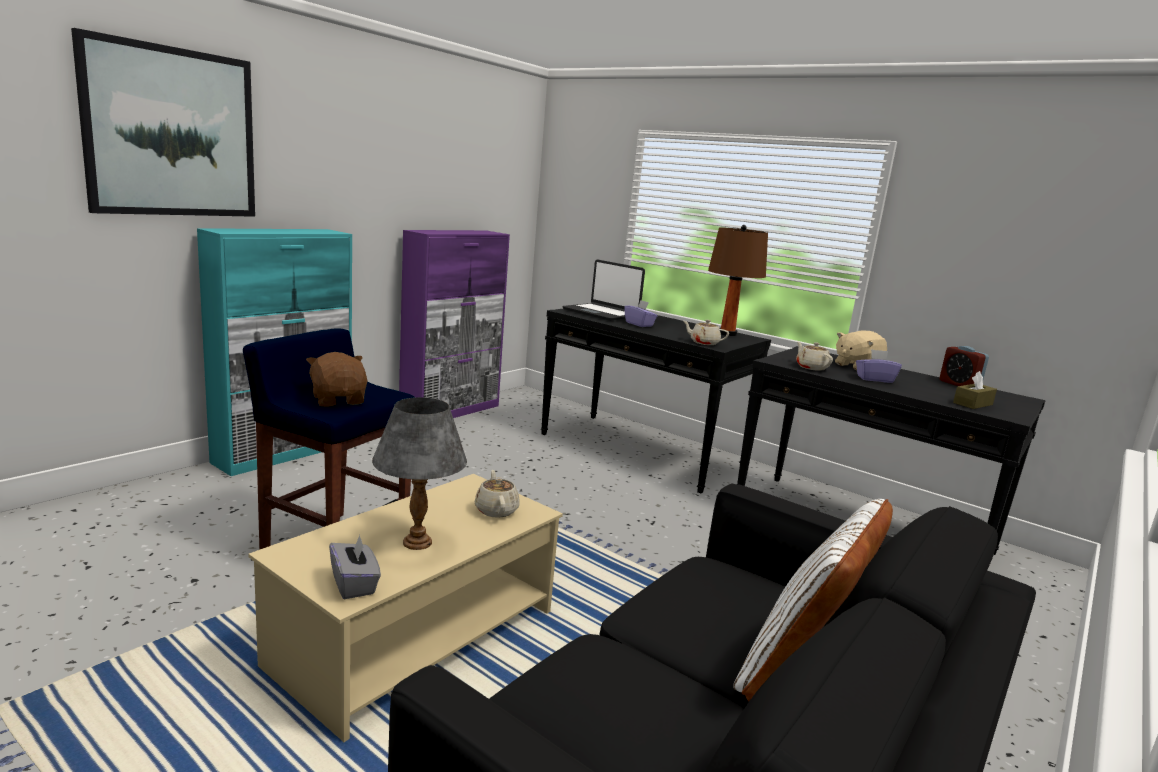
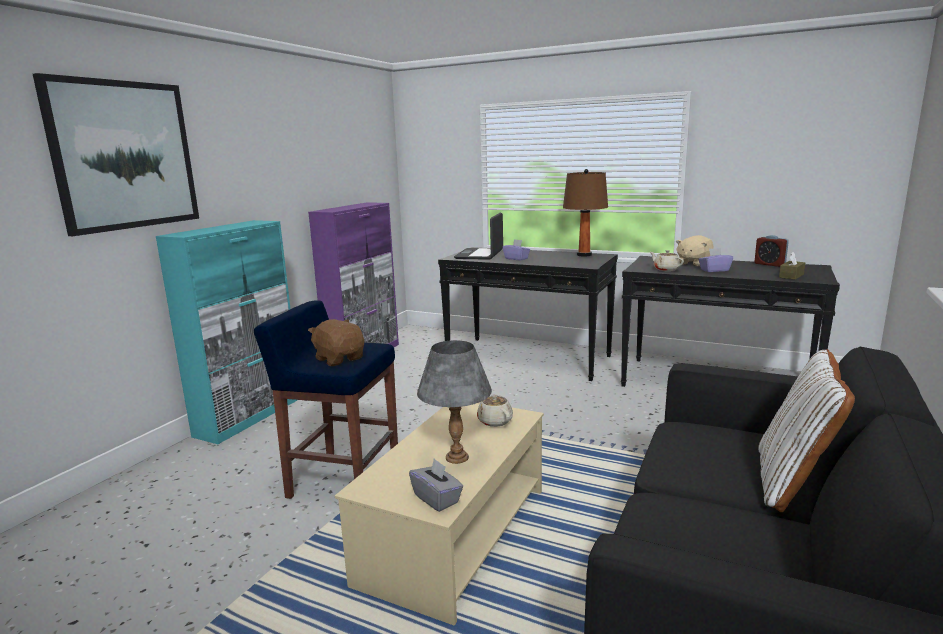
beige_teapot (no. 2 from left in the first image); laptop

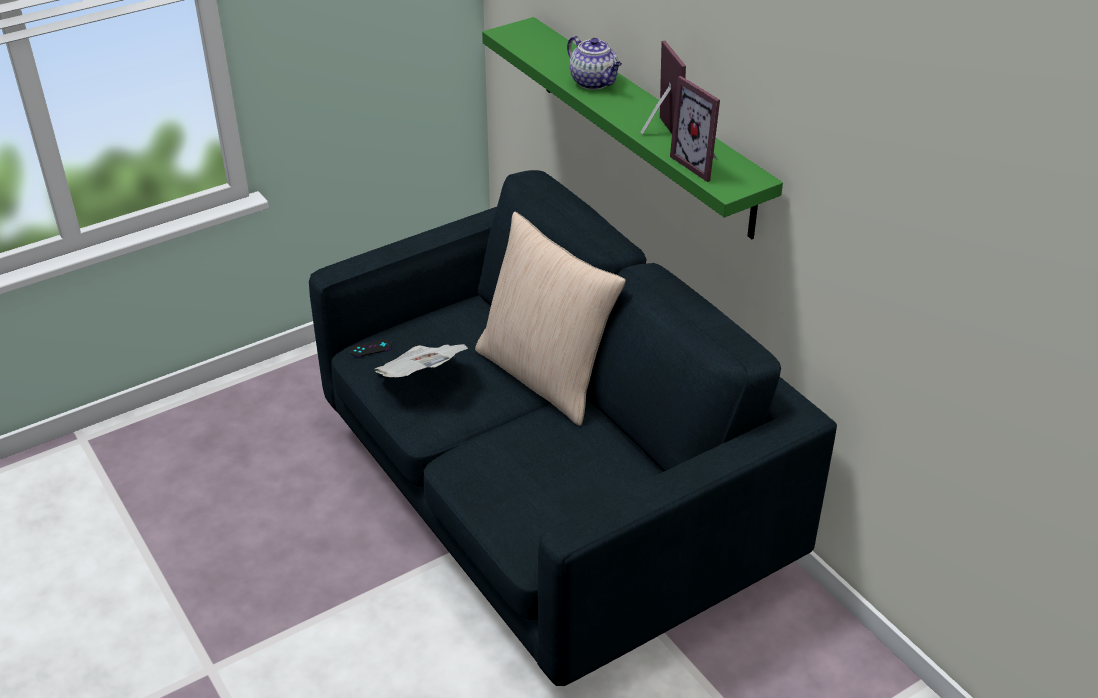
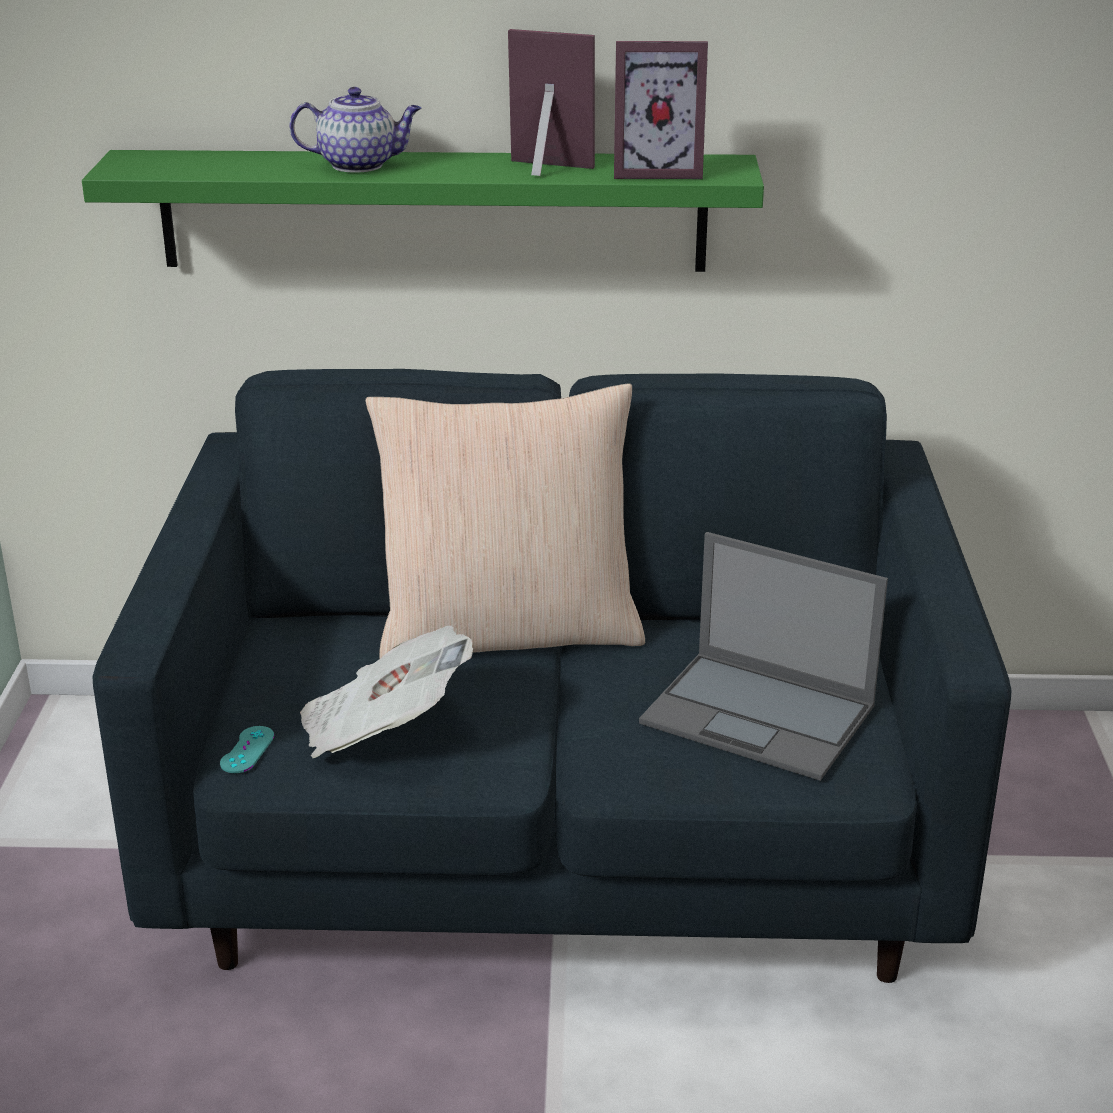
laptop; turquoise_game_controller

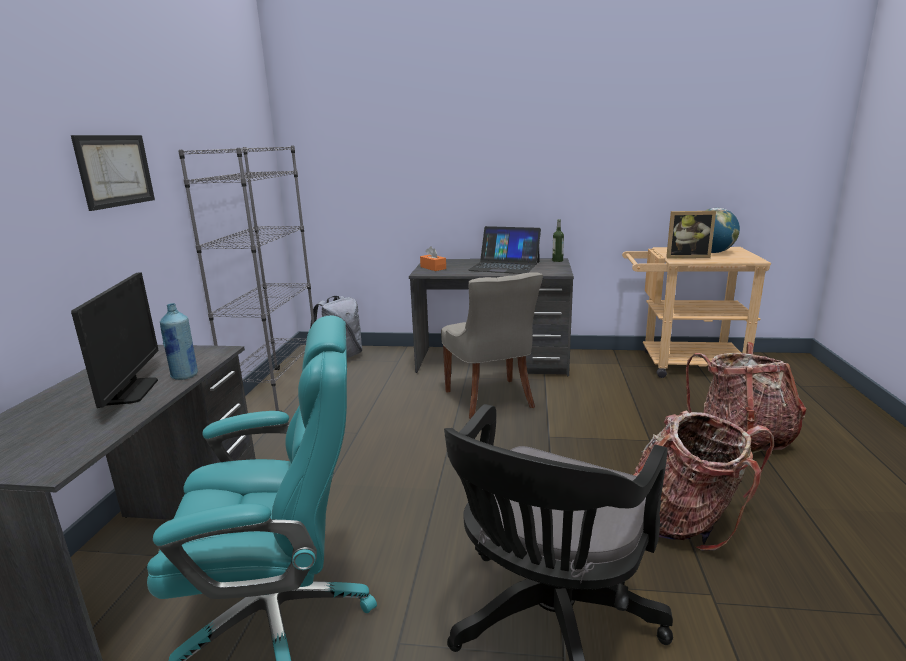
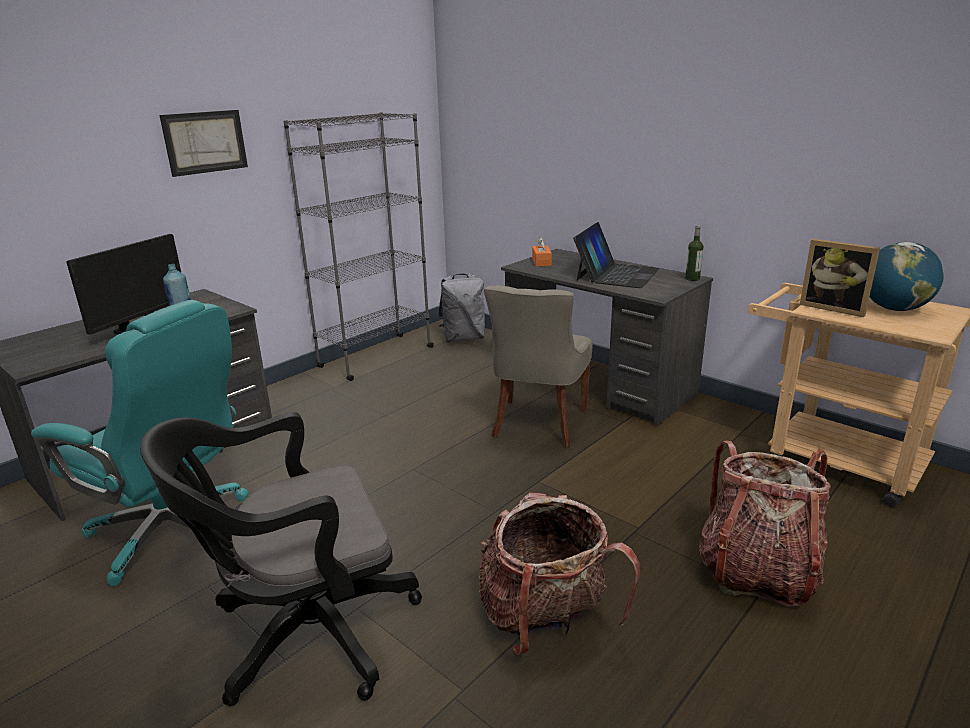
laptop

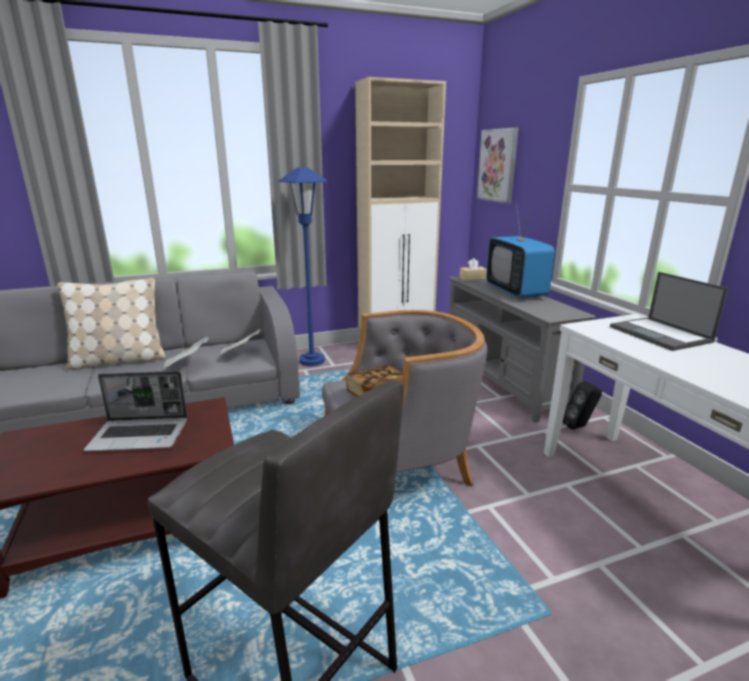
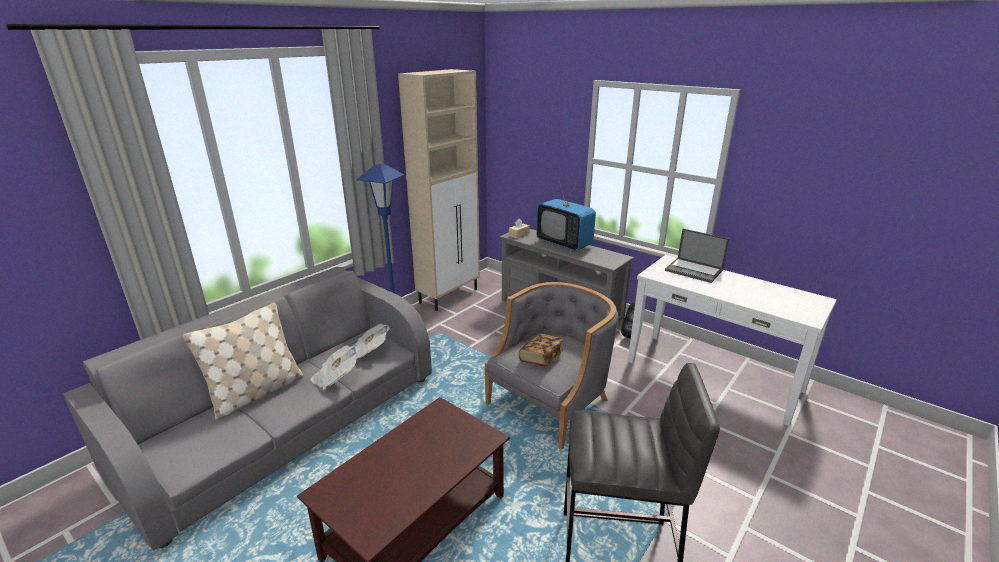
laptop (no. 1 from left in the first image); picture

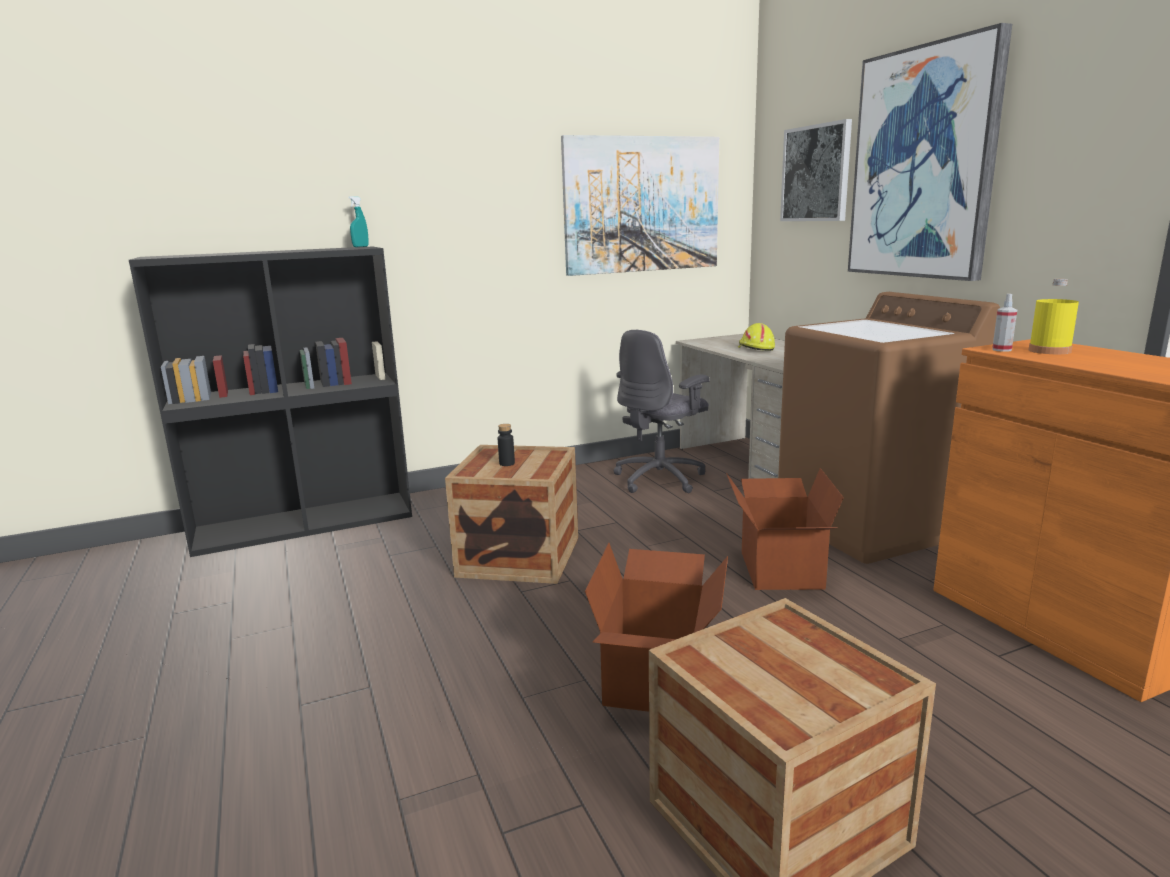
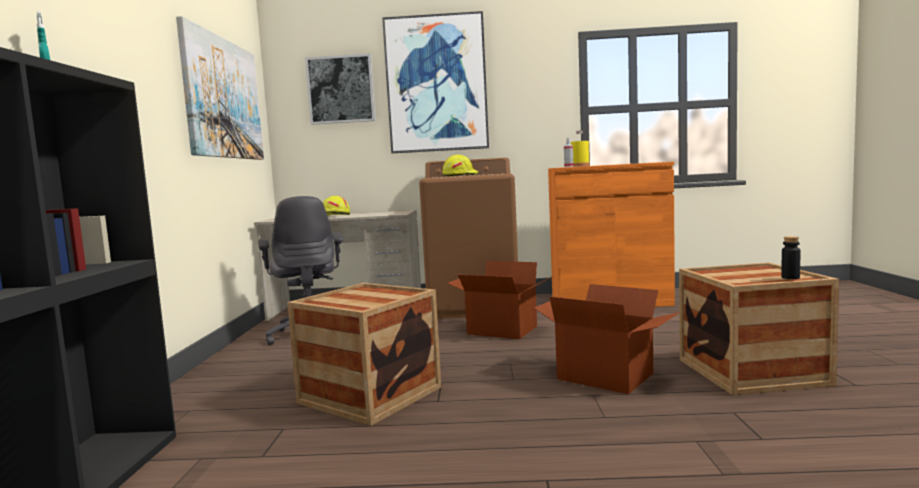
yellow_hard_hat (no. 2 from left); black_bottle

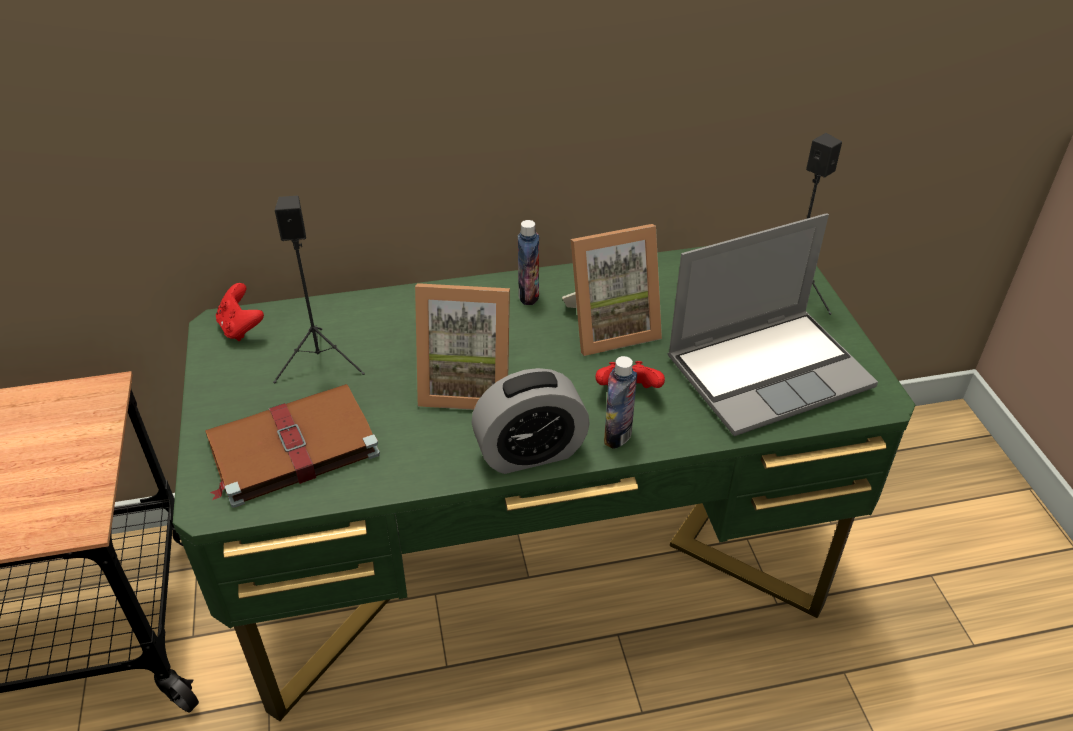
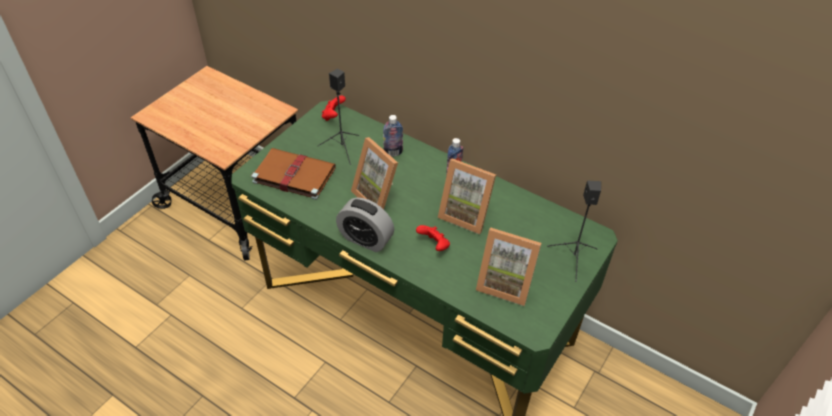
bottle (no. 1 from left); picture_frame (no. 3 from left)

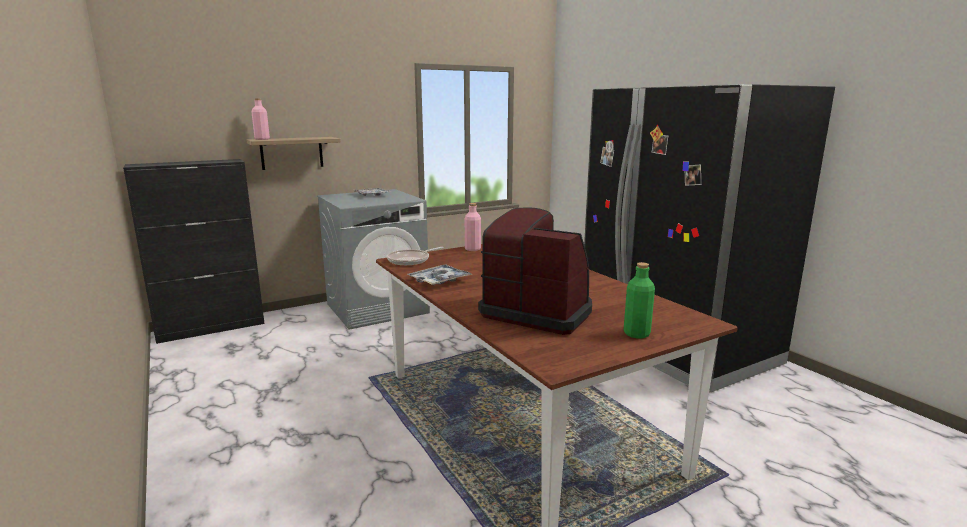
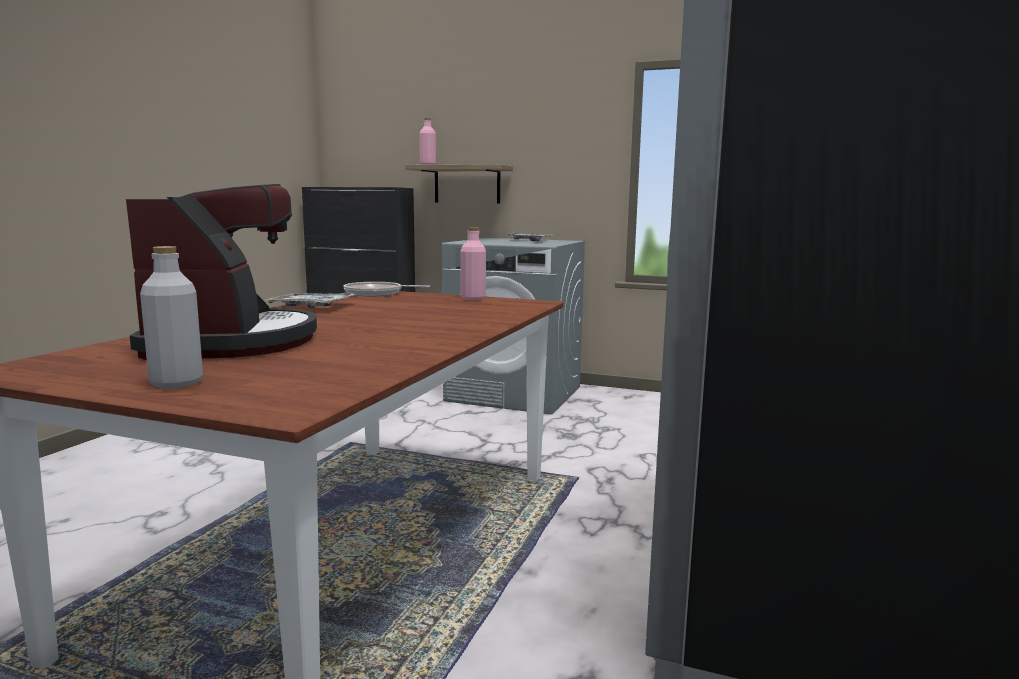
grey_bottle

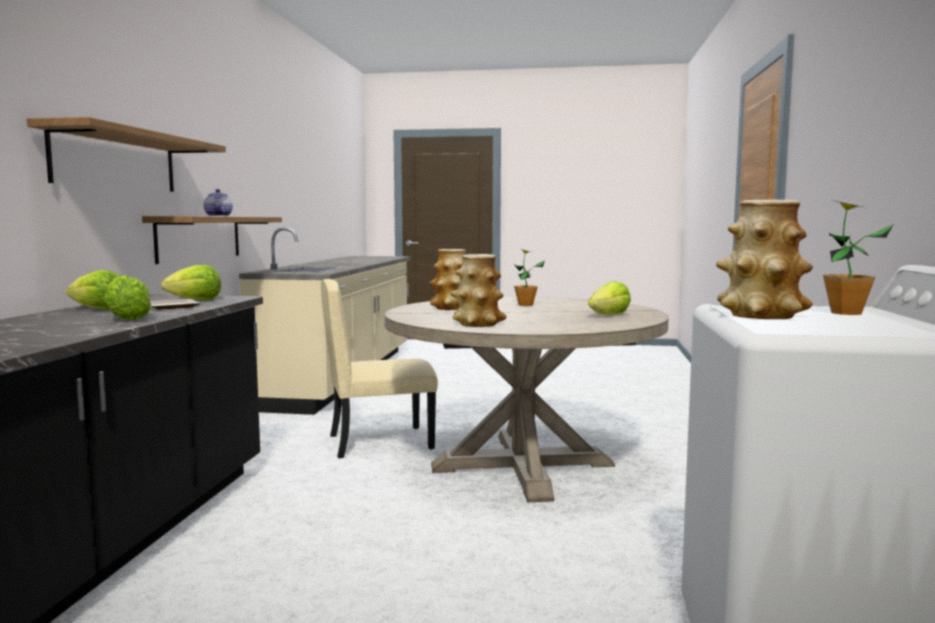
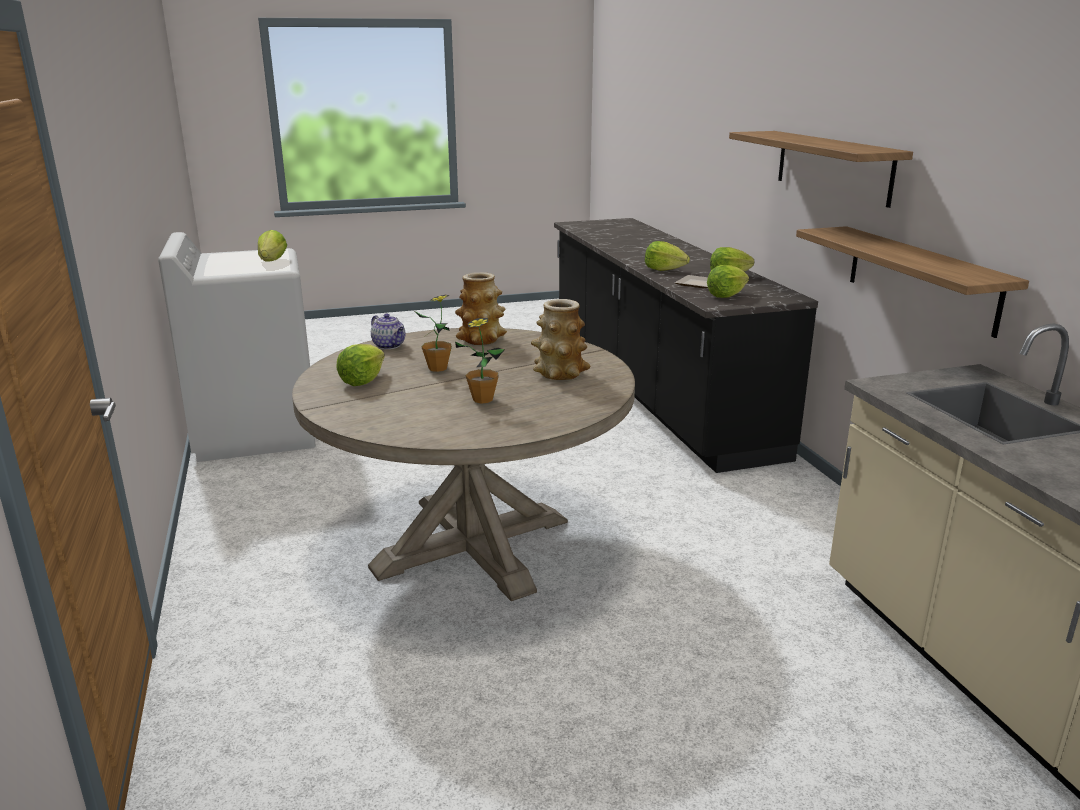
beige_chair; teapot; potted_plant (no. 1 from left); lettuce (no. 1 from left)

